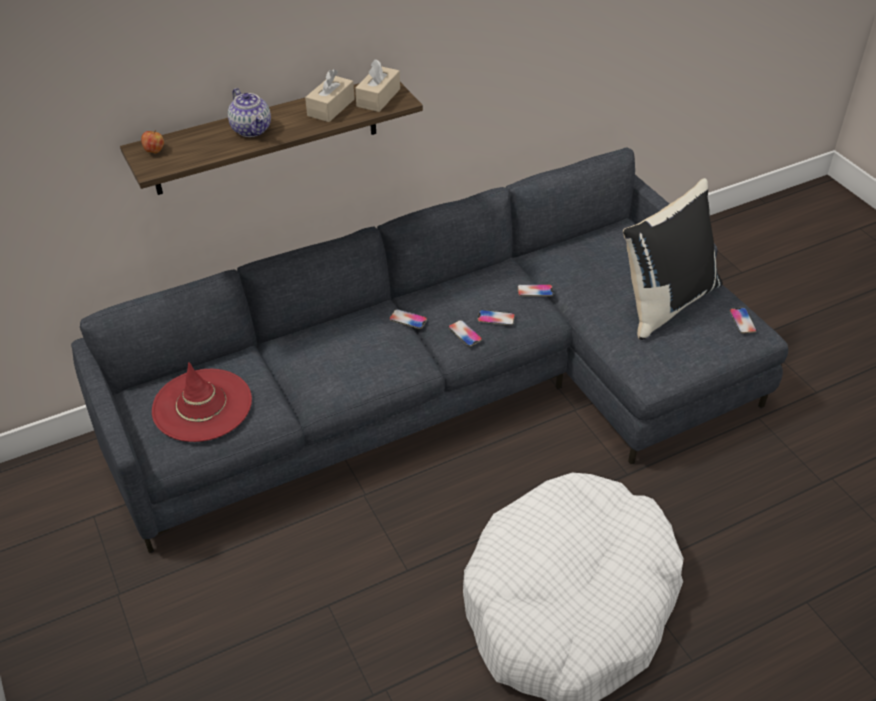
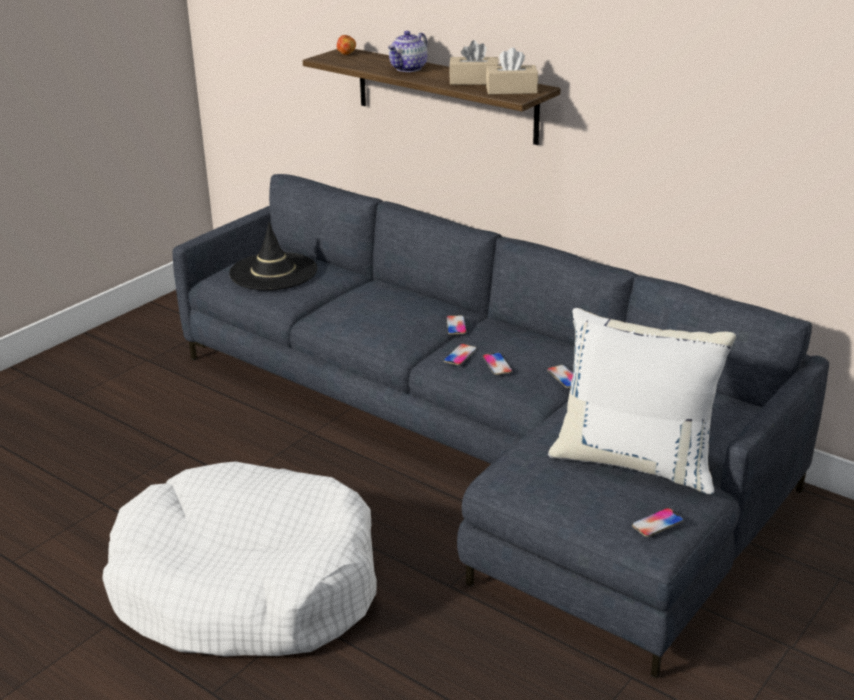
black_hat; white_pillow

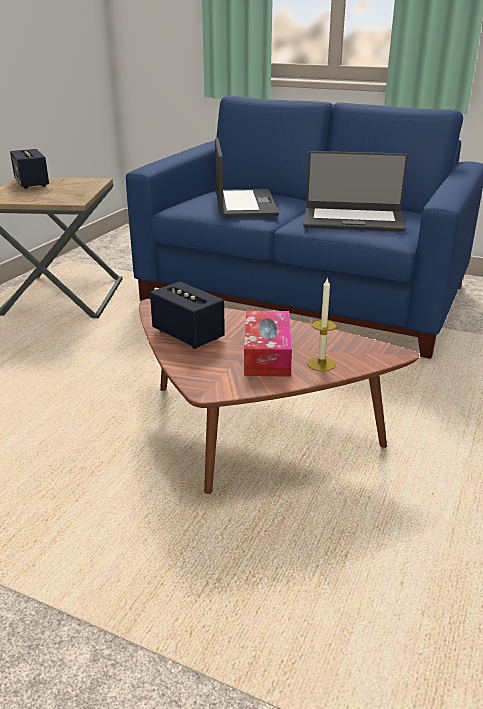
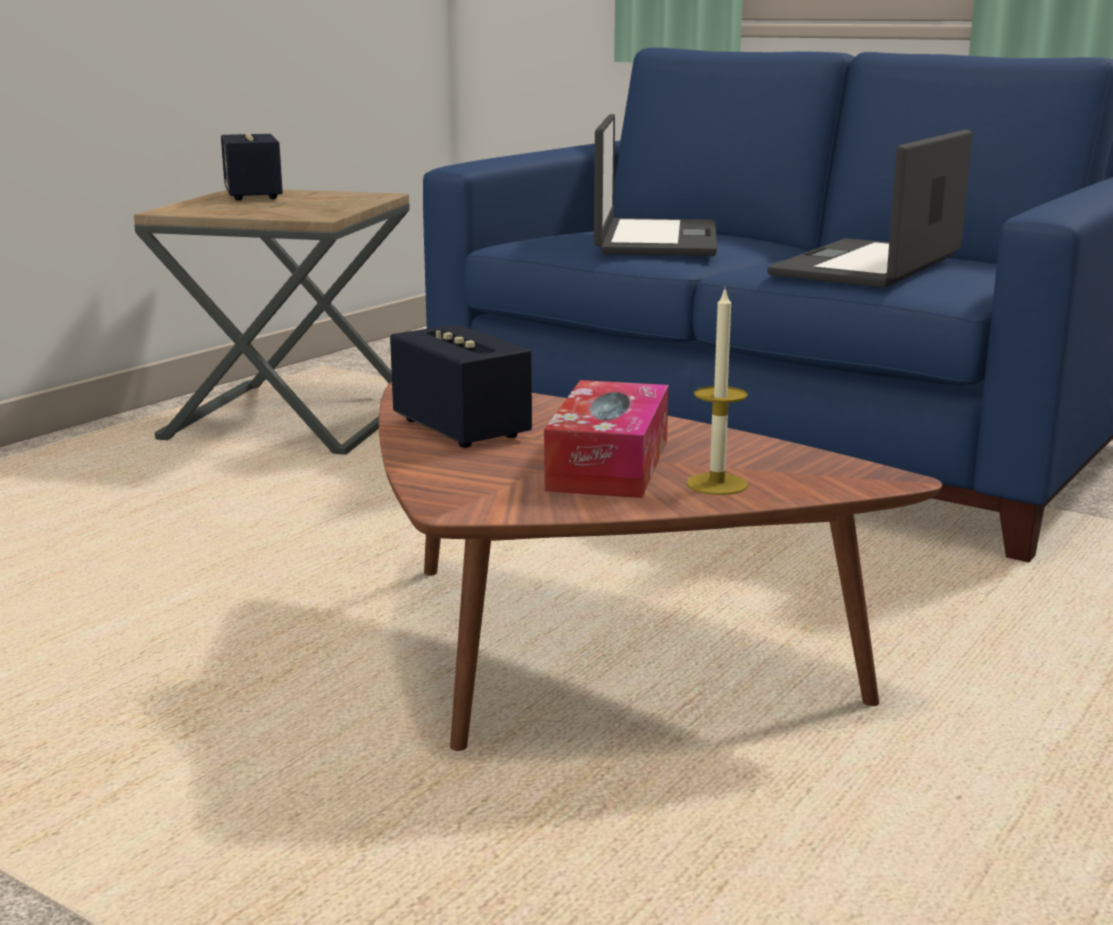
laptop (no. 2 from left)

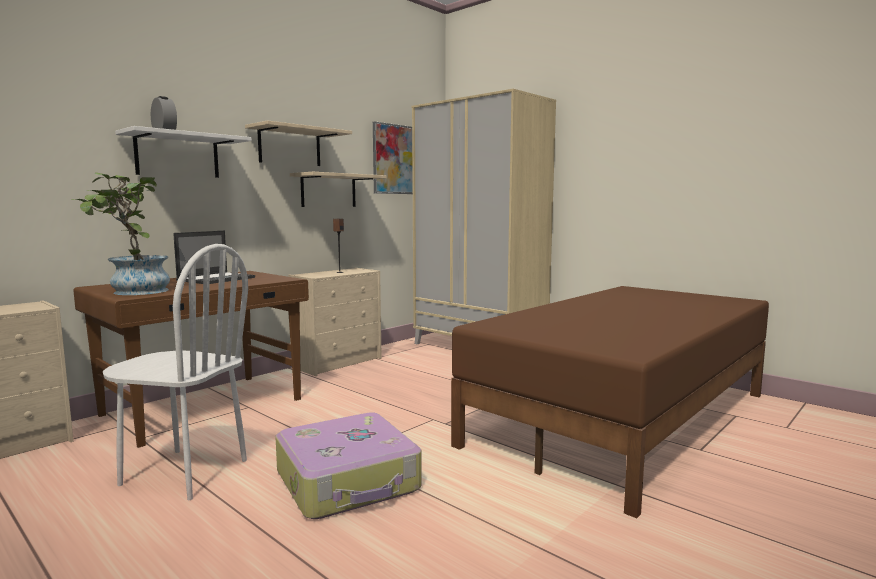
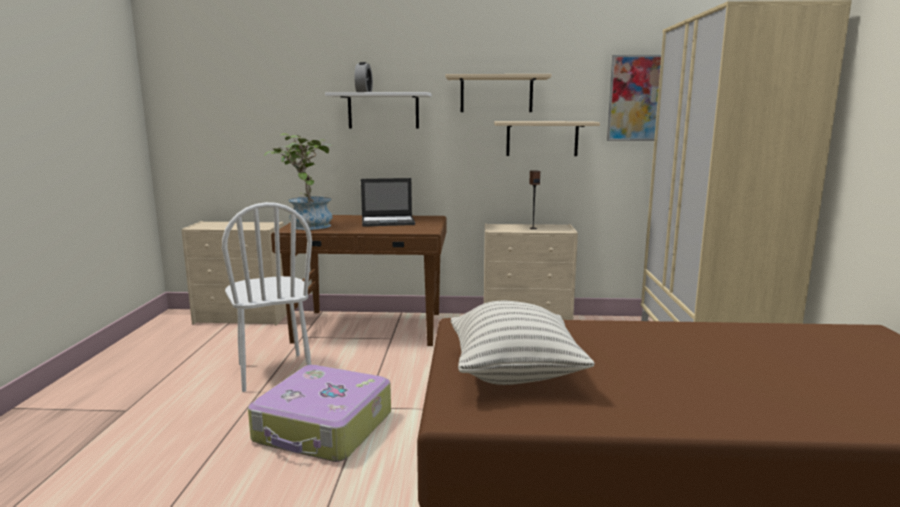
pillow

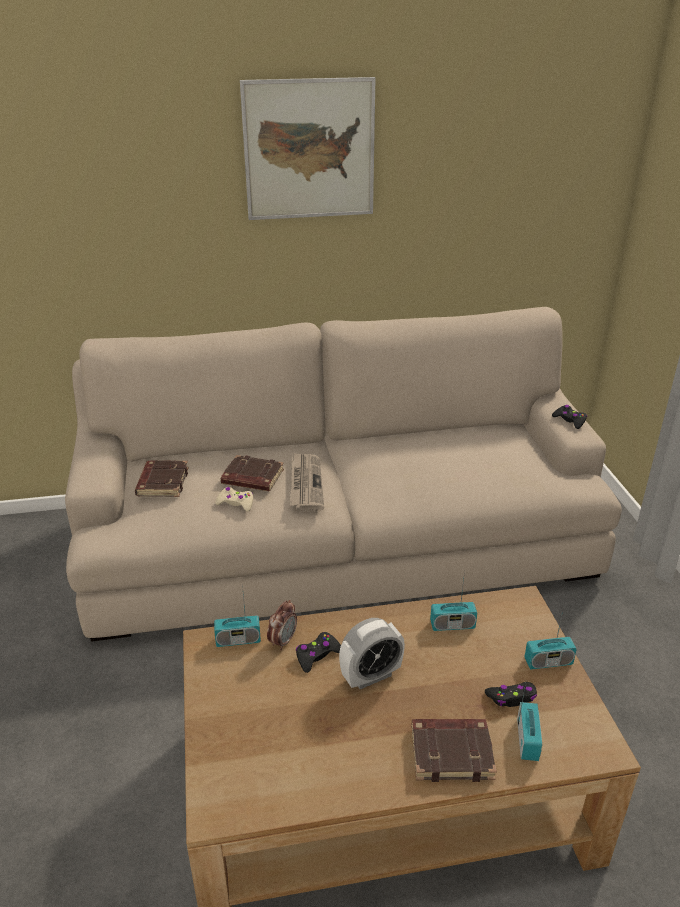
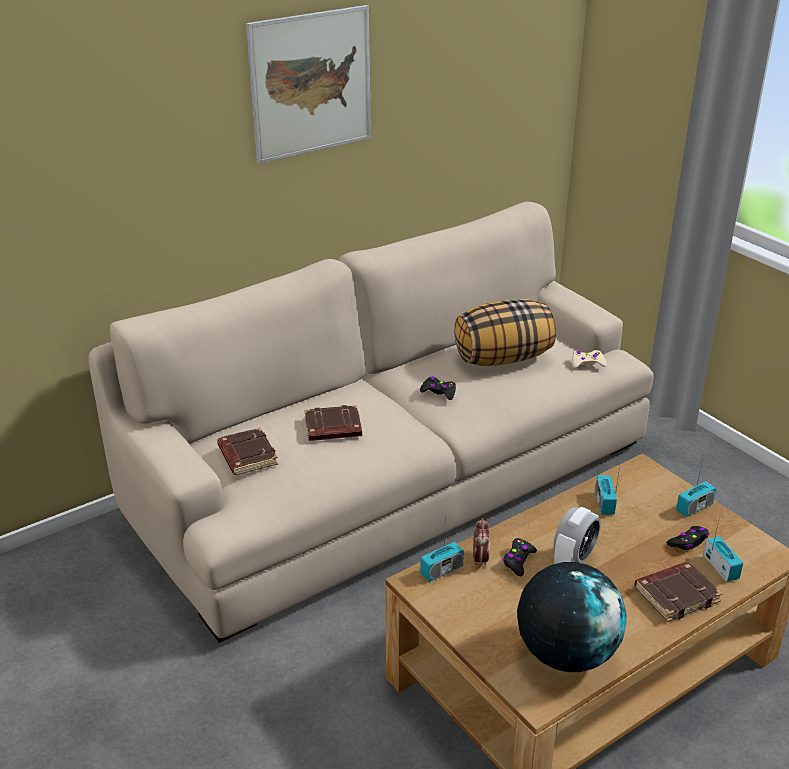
newspaper; pillow; globe; beige_game_controller; black_game_controller (no. 1 from left); radio (no. 2 from left)

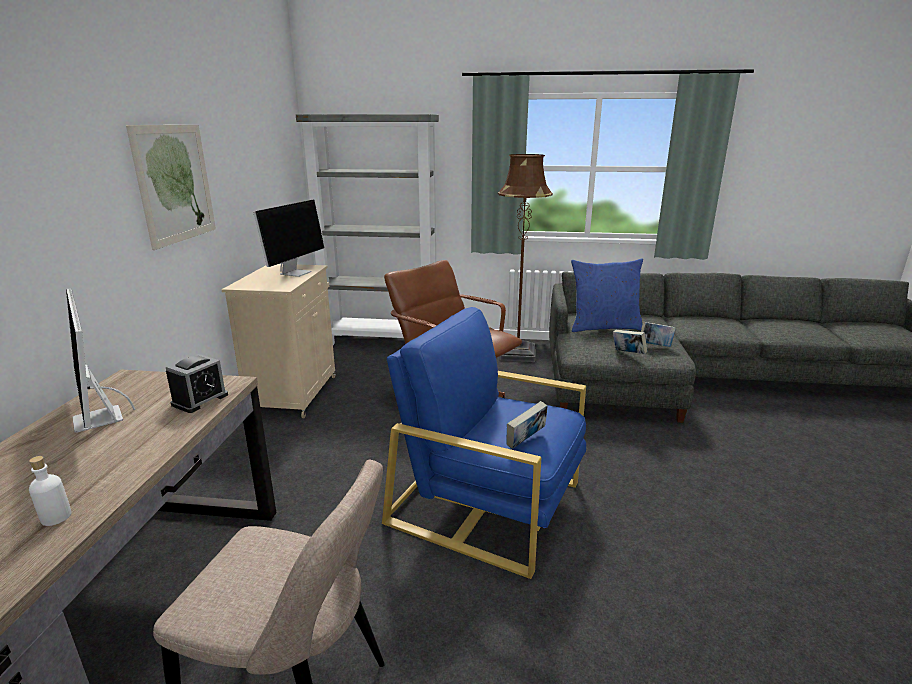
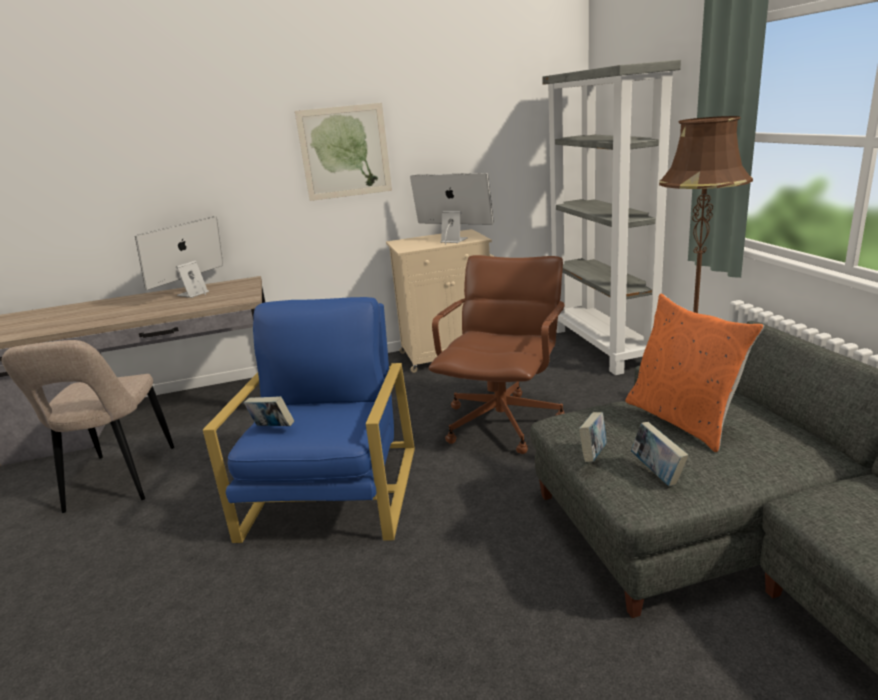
white_bottle; alarm_clock; orange_pillow; monitor (no. 2 from left)

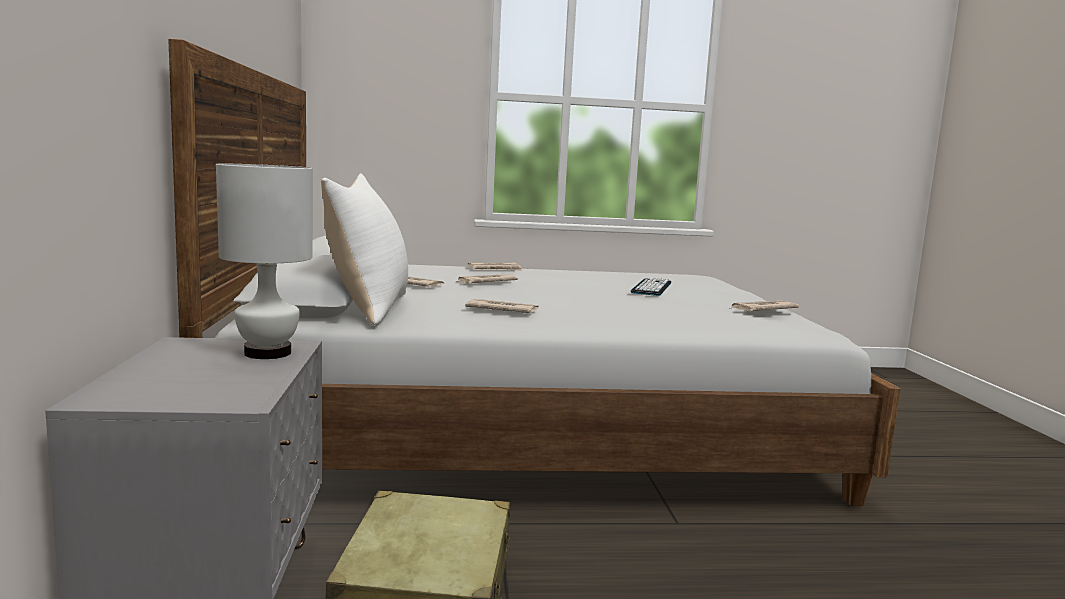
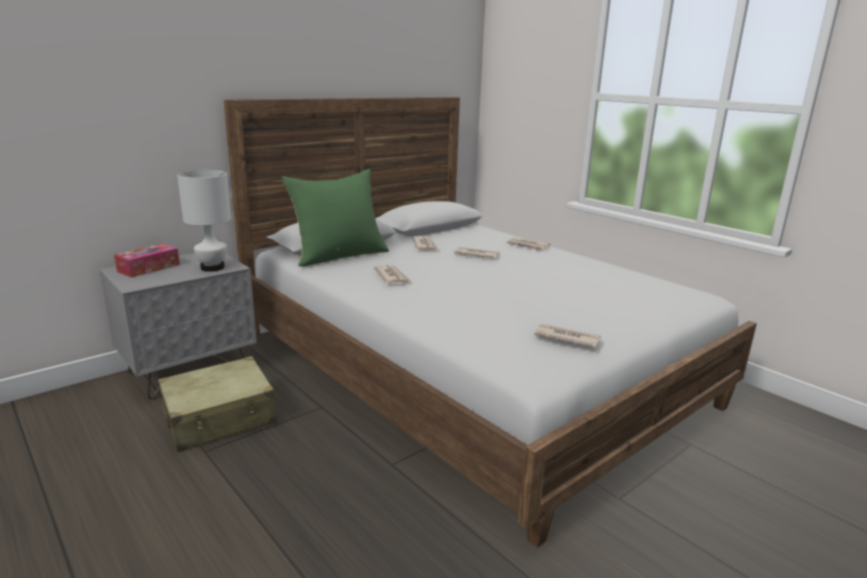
keyboard; tissue_box; green_pillow

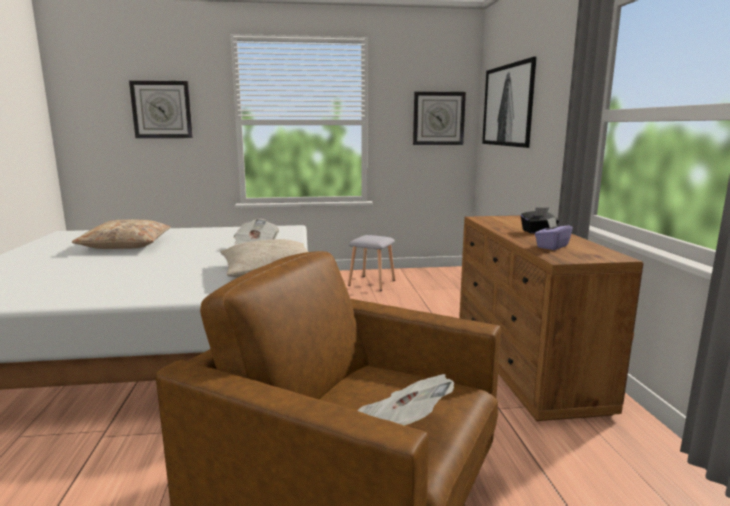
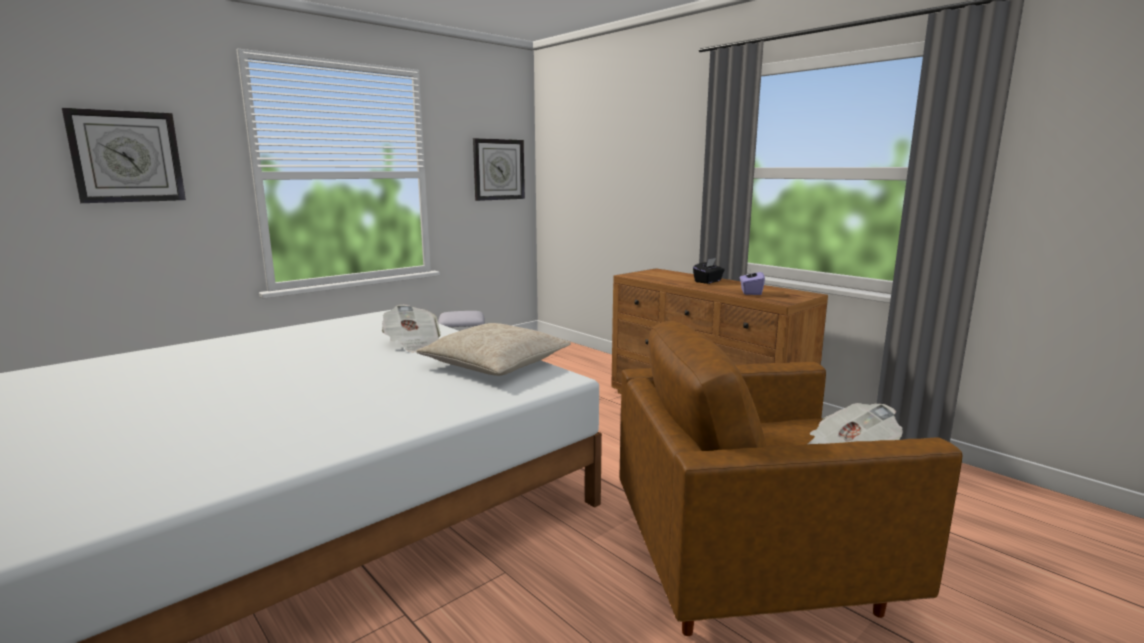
beige_pillow (no. 1 from left in the first image); picture

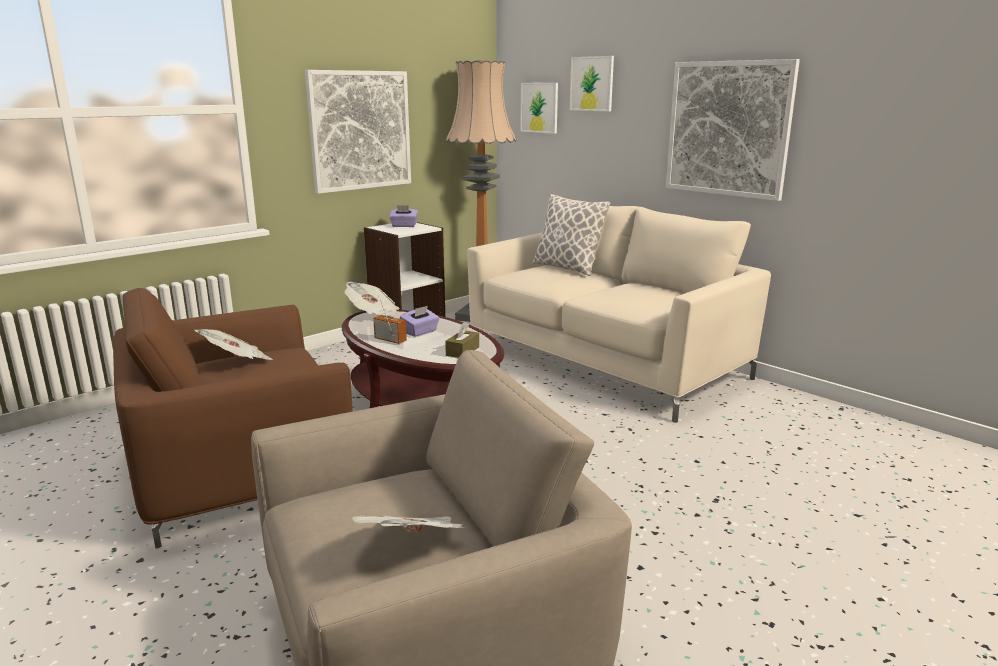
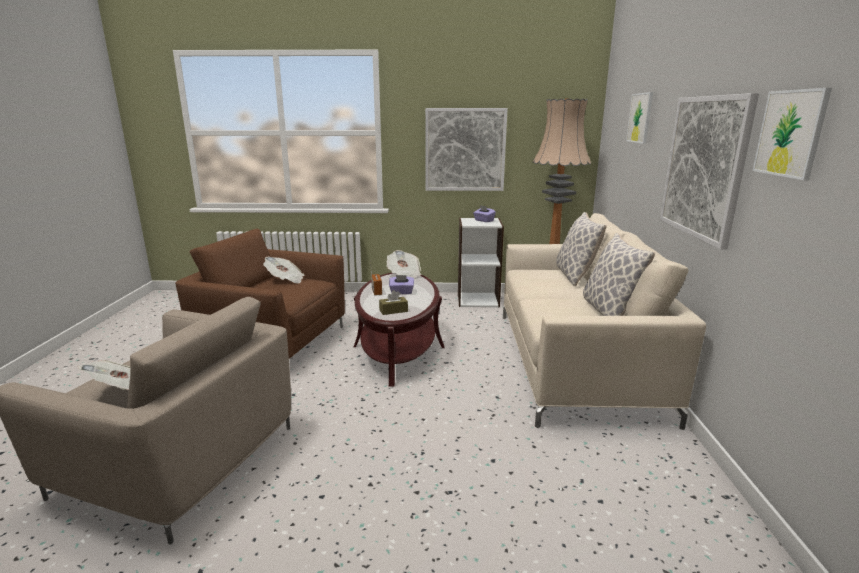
pillow (no. 2 from left); picture (no. 4 from left)

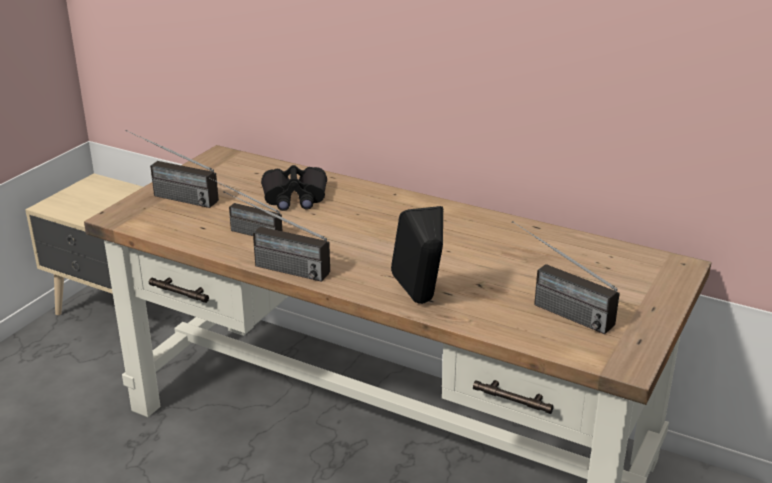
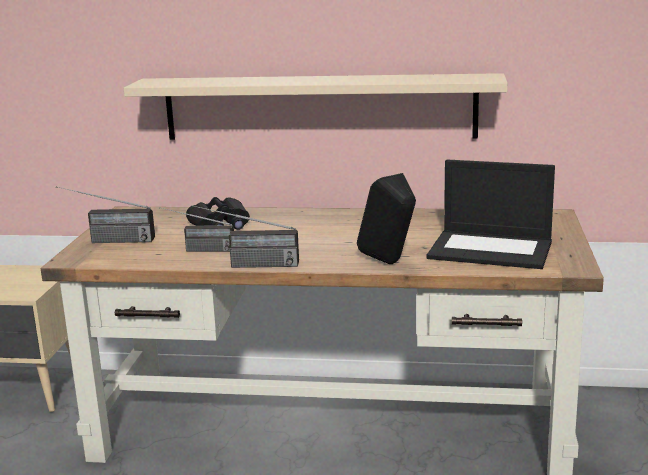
beige_shelf; laptop

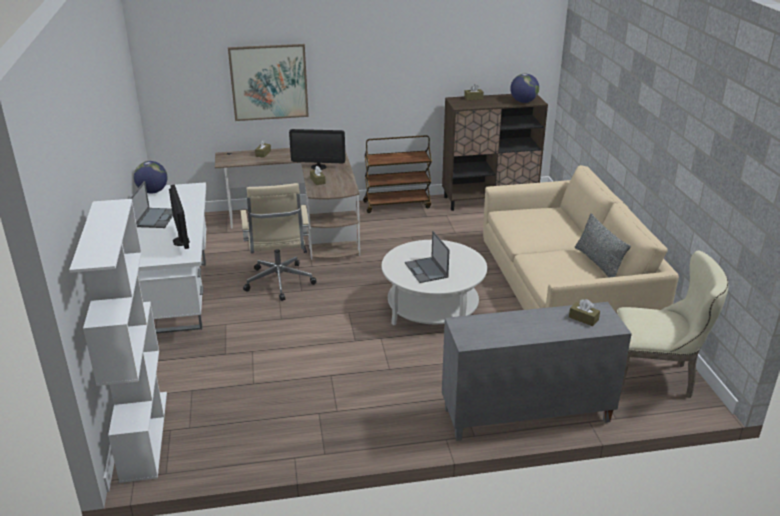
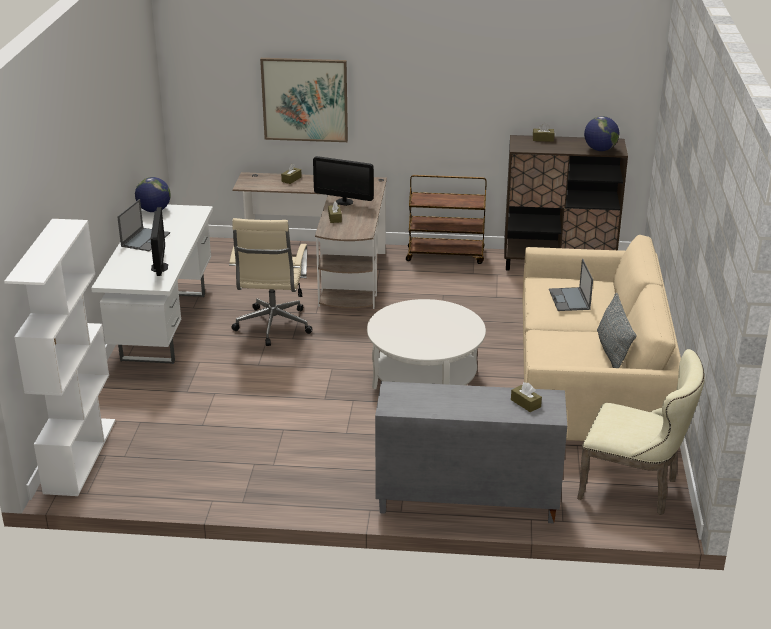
laptop (no. 2 from left)

